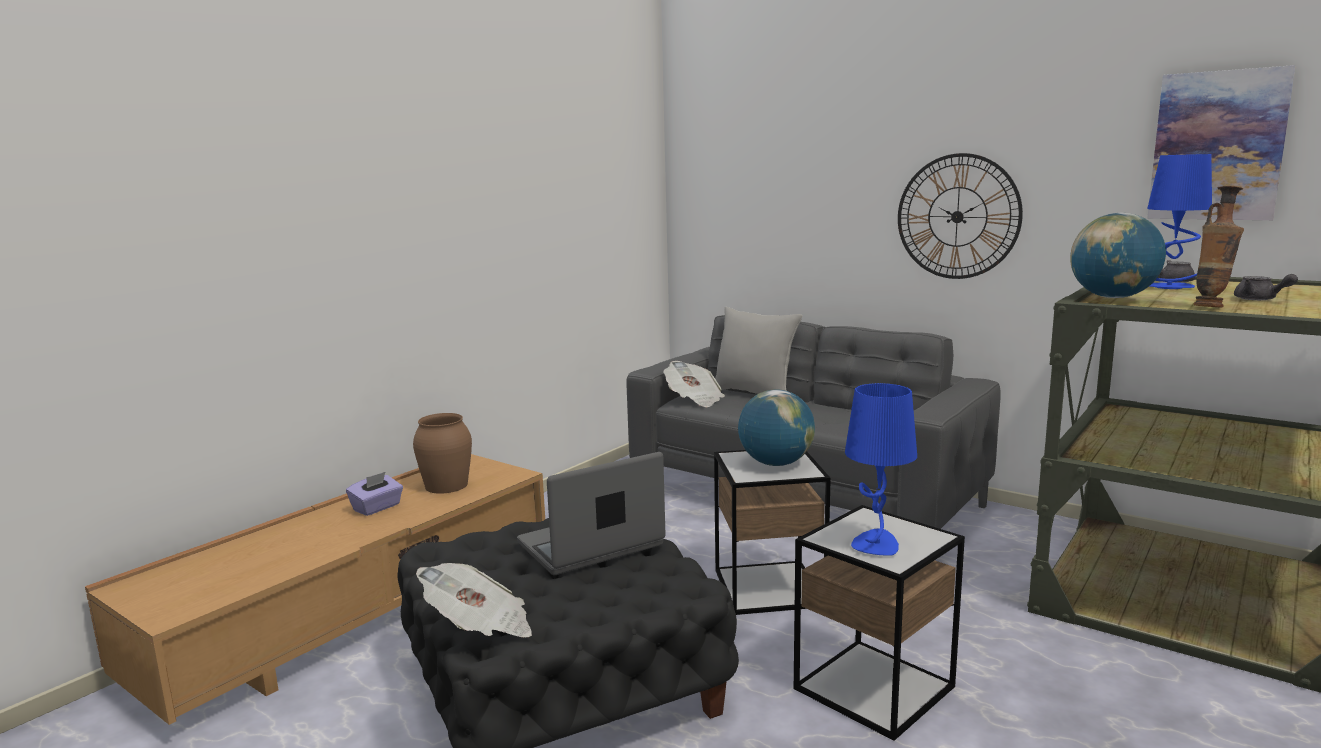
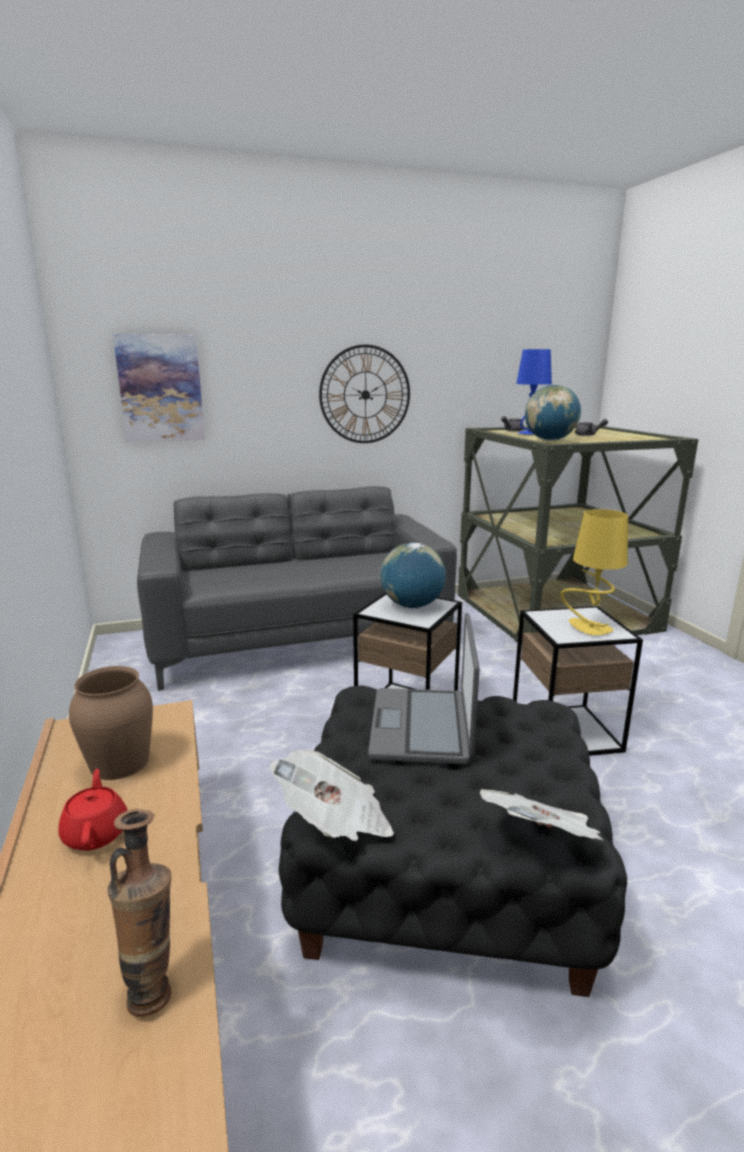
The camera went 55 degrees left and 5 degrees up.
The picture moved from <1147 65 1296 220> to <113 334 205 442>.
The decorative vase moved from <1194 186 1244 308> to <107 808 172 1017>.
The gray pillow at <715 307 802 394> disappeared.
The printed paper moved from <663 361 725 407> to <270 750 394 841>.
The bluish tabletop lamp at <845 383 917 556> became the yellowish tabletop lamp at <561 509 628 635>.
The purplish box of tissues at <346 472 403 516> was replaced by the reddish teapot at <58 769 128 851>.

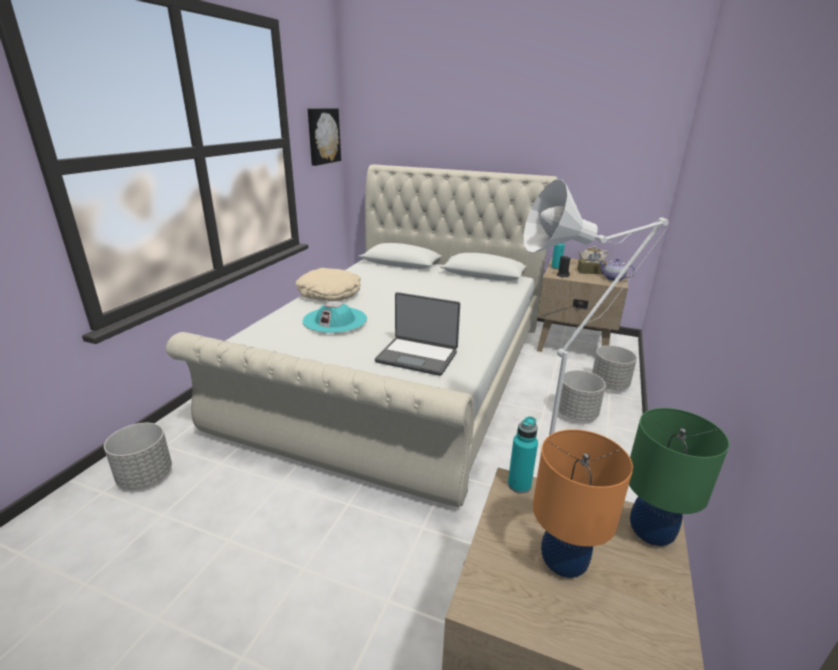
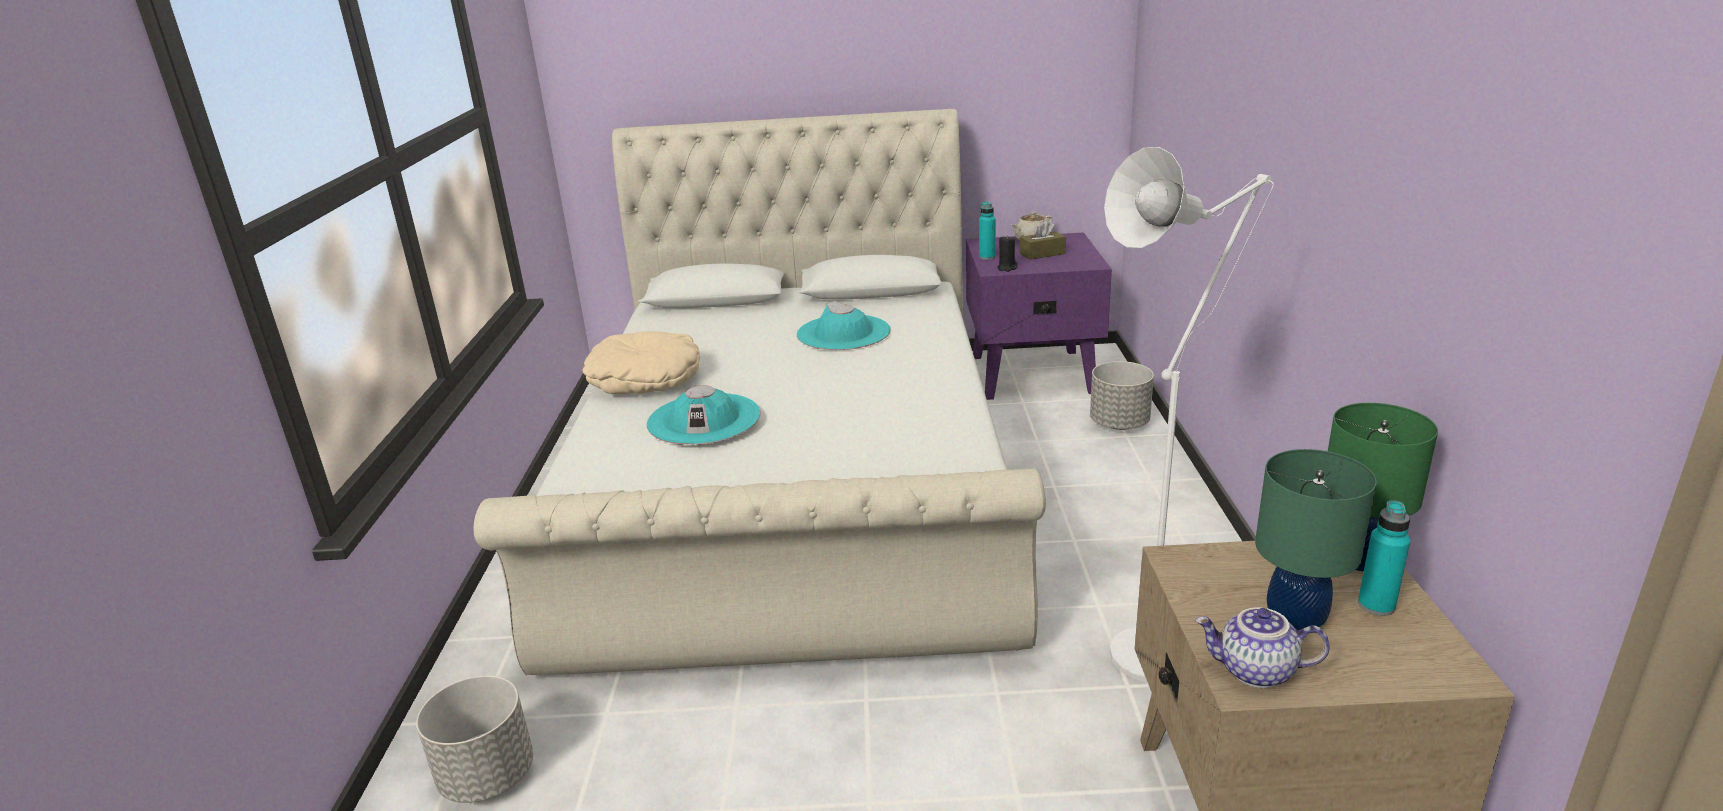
The camera went 20 degrees left and 0 degrees up.
The picture at <308 108 341 166> disappeared.
The beige bedside table at <537 257 628 352> became the purplish bedside table at <966 232 1112 400>.
The teapot moved from <599 258 635 281> to <1195 607 1330 688>.
The laptop at <375 292 460 376> disappeared.
The gray flower pot at <558 370 606 421> disappeared.
The turquoise-coloured bottle moved from <508 416 538 494> to <1358 500 1410 616>.
The orange tabletop lamp at <533 429 633 578> became the greenish tabletop lamp at <1255 449 1377 630>.
The turquoise-coloured clothing hat at <797 301 891 350> appeared.

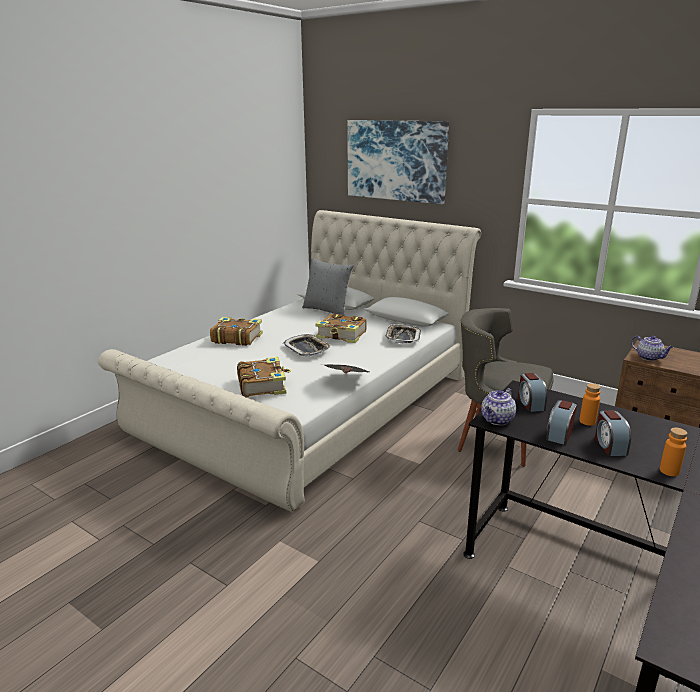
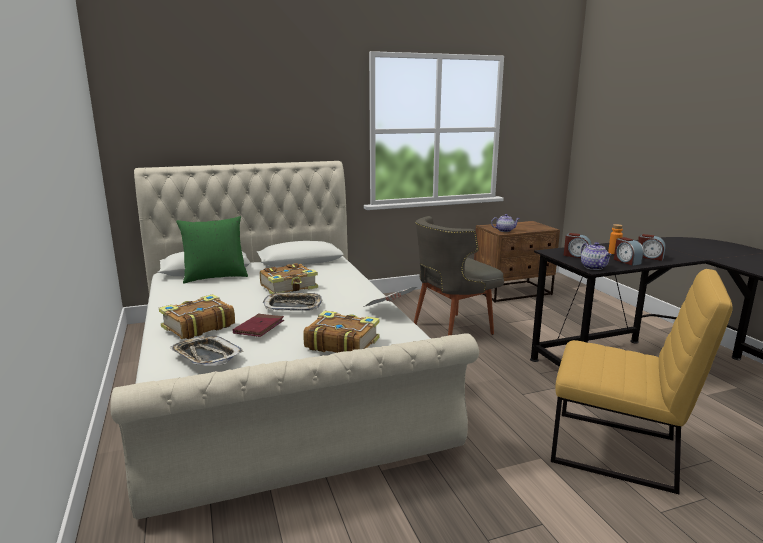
The camera went 55 degrees left and 5 degrees down.
The picture at <347 120 449 204> disappeared.
The gray pillow at <302 258 354 316> became the greenish pillow at <176 216 248 284>.
The serving tray moved from <385 325 421 343> to <169 335 243 366>.
The orange bottle at <660 427 687 476> disappeared.
The yellowish chair at <551 269 733 494> appeared.
The reddish bound book at <232 314 284 337> appeared.

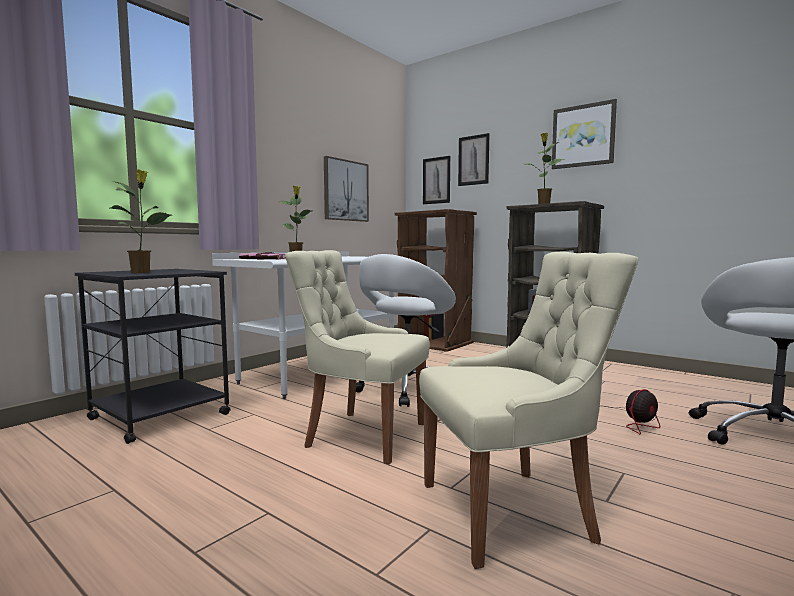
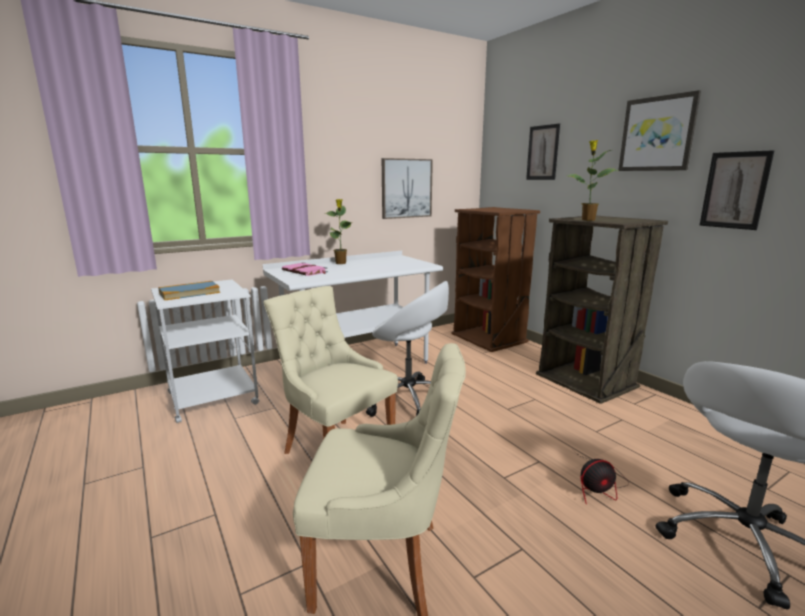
The camera went 20 degrees right and 10 degrees up.
The picture moved from <423 156 450 204> to <699 150 774 230>.
The potted plant at <110 169 171 273> was replaced by the bound book at <158 281 220 300>.
The whitish desk chair at <356 254 456 407> turned 120 degrees counterclockwise.
The blackish wheeled cart at <75 269 231 444> became the whitish wheeled cart at <151 279 260 423>.

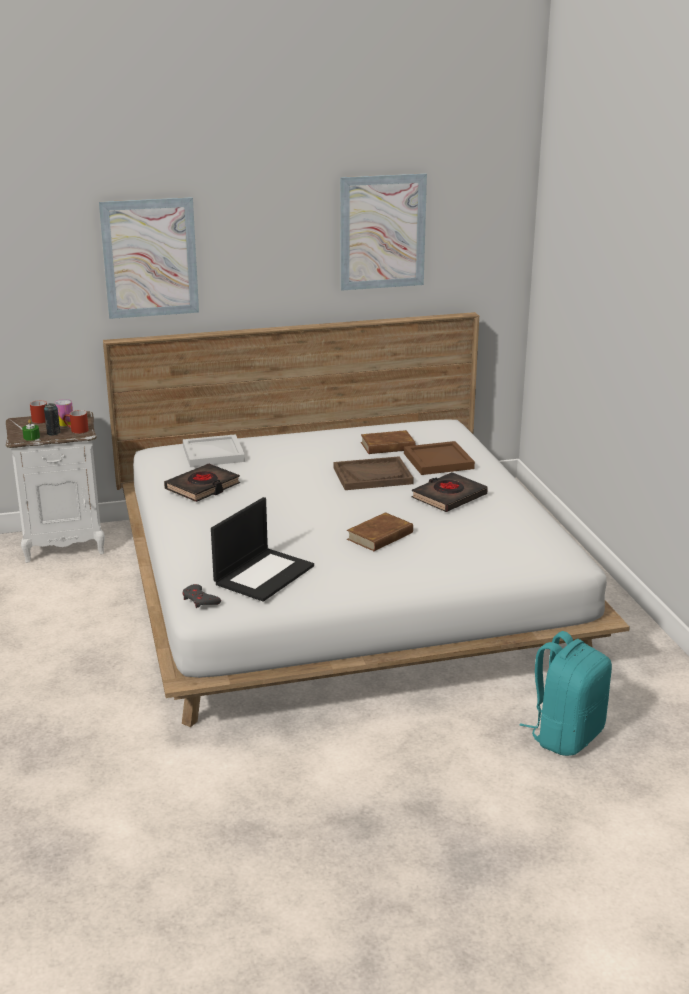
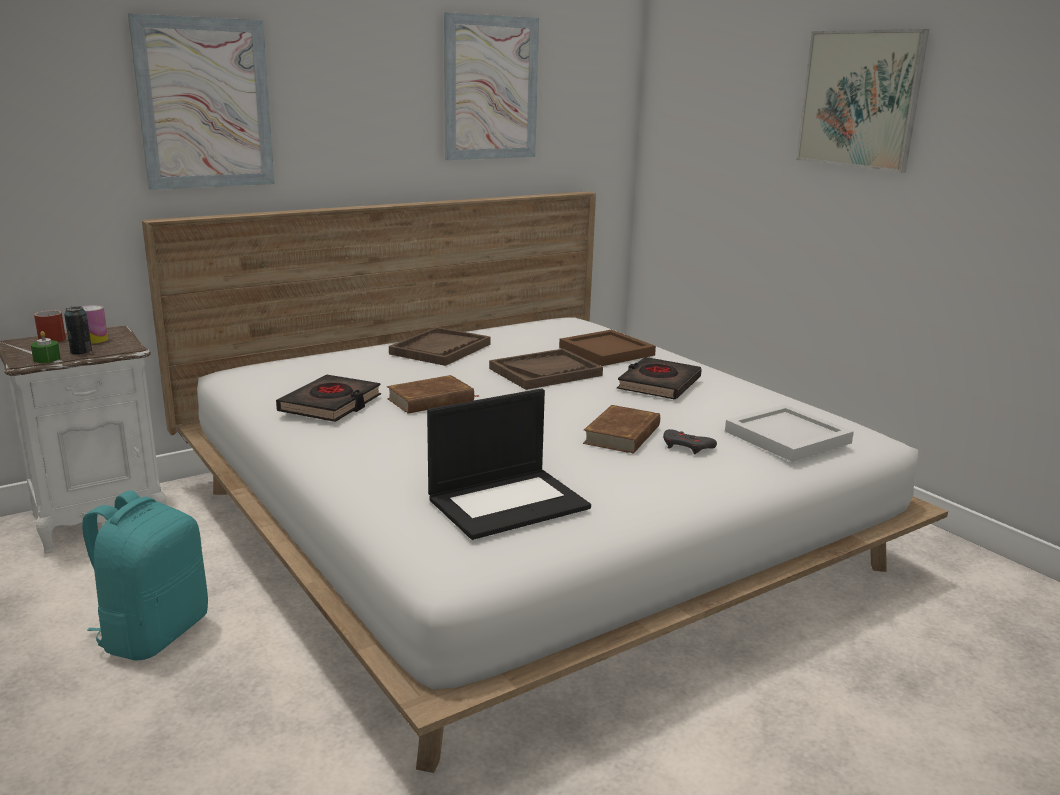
The camera went 20 degrees left and 5 degrees down.
The reddish mug at <63 410 89 434> disappeared.
The brown-coloured bound book moved from <361 430 415 454> to <387 375 479 414>.
The whitish serving tray moved from <183 434 245 467> to <725 405 854 462>.
The laptop at <211 497 314 602> turned 45 degrees clockwise.
The gray joypad moved from <182 584 221 608> to <663 429 717 455>.
The turquoise-coloured rucksack moved from <519 631 612 756> to <82 490 208 660>.
The picture at <796 29 929 173> appeared.
The brown-coloured serving tray at <389 327 491 366> appeared.

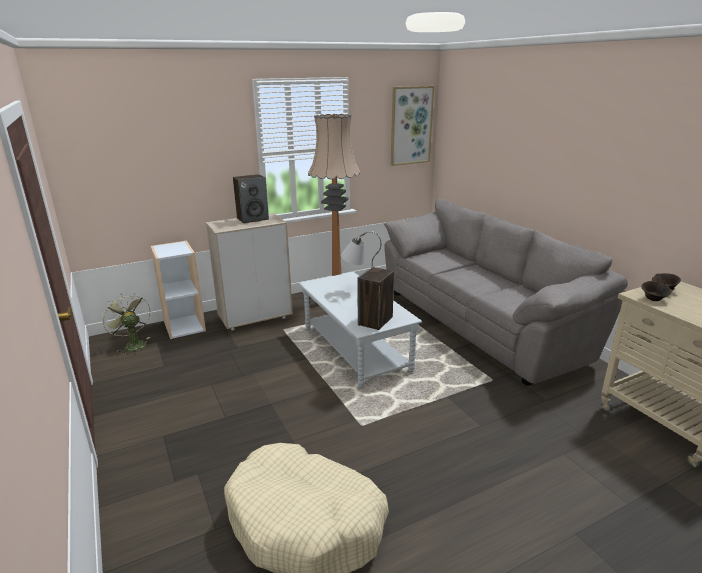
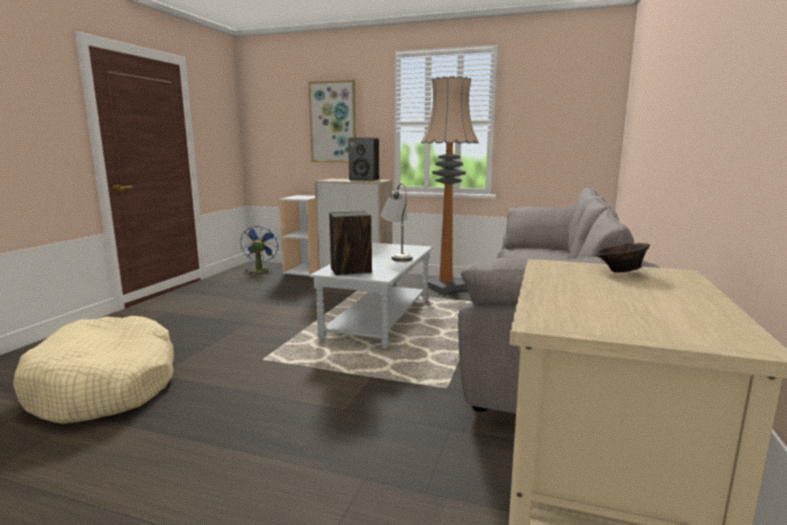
The camera went 45 degrees right and 10 degrees down.
The picture moved from <391 86 434 166> to <308 80 356 162>.
The brown-coloured bowl at <641 281 673 301> disappeared.
The greenish cooling fan at <102 293 151 355> became the bluish cooling fan at <240 225 279 274>.

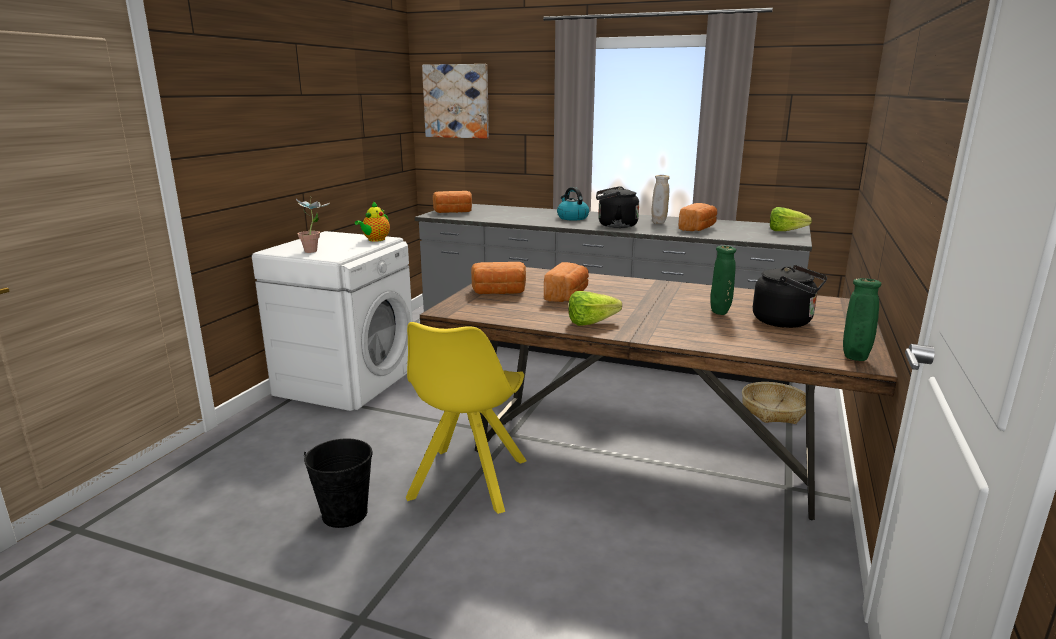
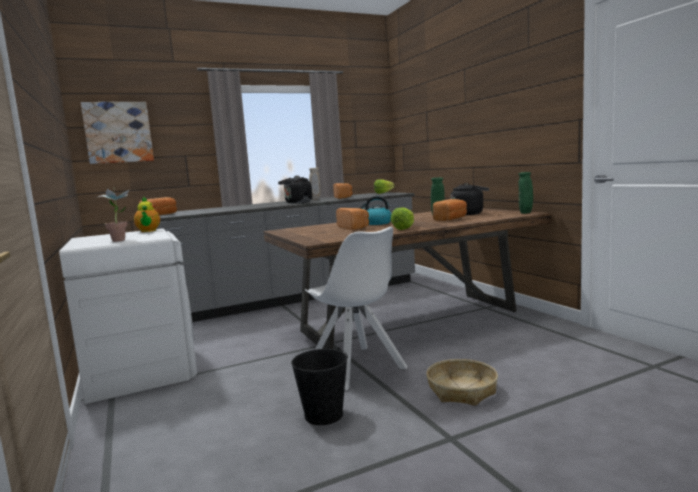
The camera went 45 degrees left and 10 degrees down.
The water kettle moved from <557 187 589 221> to <359 196 392 225>.
The bread moved from <471 262 526 294> to <433 199 467 221>.
The yellowish chair at <406 322 526 514> became the whitish chair at <305 227 408 390>.
The storage basket moved from <742 382 806 424> to <426 359 498 406>.

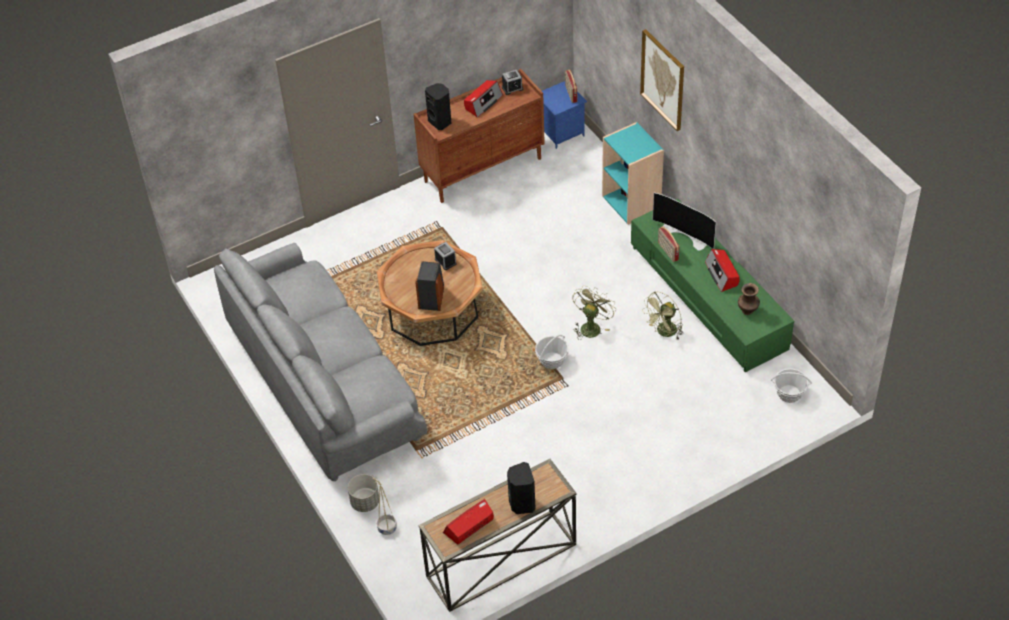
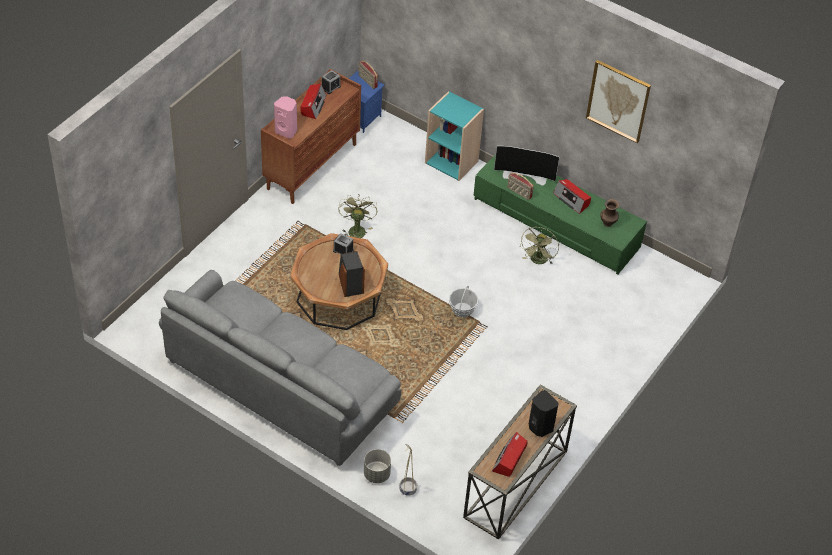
The camera went 30 degrees left and 0 degrees up.
The picture moved from <640 29 684 131> to <586 60 651 143>.
The blackish loudspeaker at <425 83 451 130> became the pink-coloured loudspeaker at <274 96 297 139>.
The greenish cooling fan moved from <573 285 616 340> to <338 194 377 238>.
The storage basket at <771 368 812 403> disappeared.

